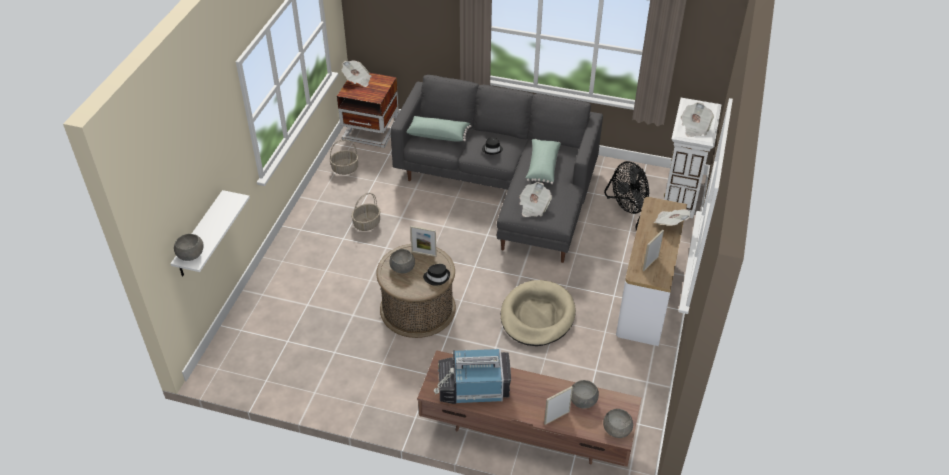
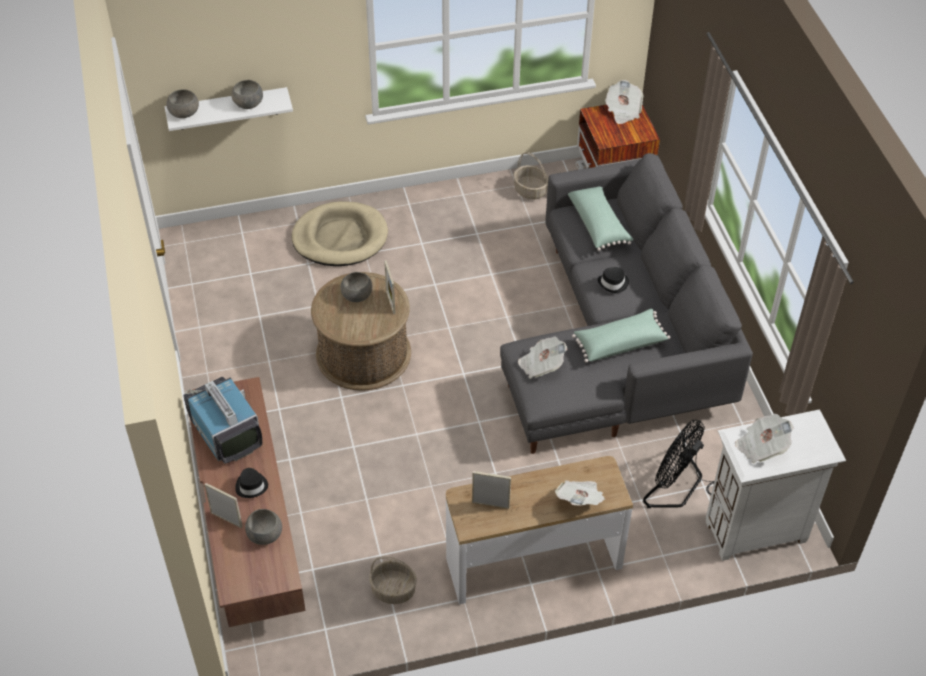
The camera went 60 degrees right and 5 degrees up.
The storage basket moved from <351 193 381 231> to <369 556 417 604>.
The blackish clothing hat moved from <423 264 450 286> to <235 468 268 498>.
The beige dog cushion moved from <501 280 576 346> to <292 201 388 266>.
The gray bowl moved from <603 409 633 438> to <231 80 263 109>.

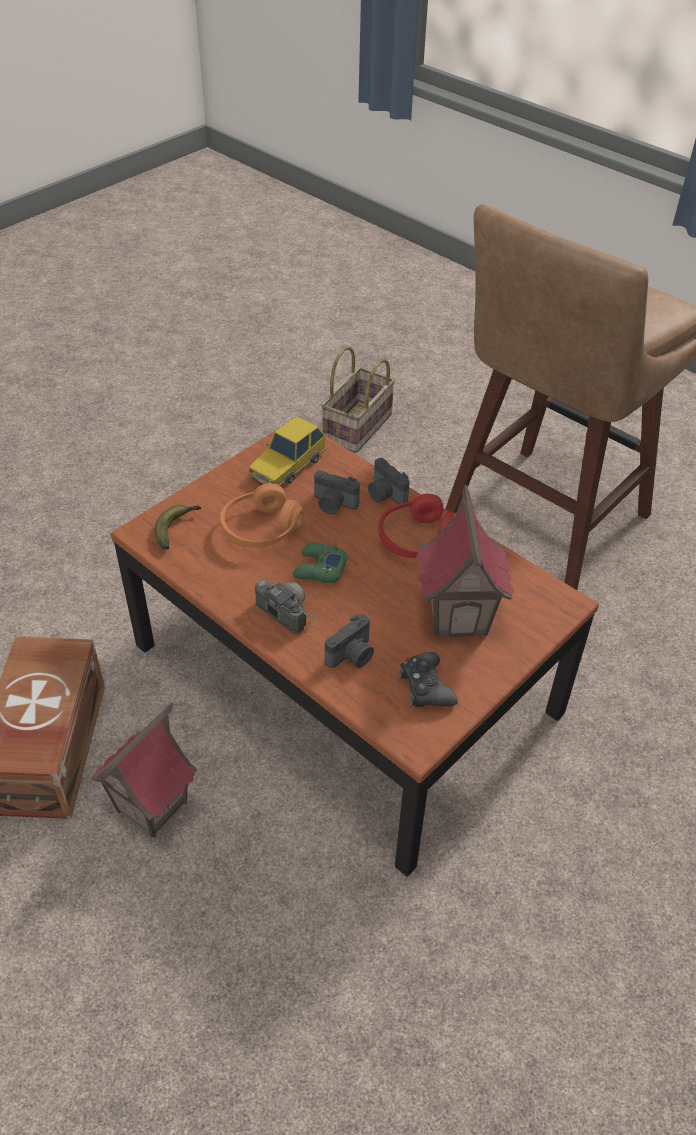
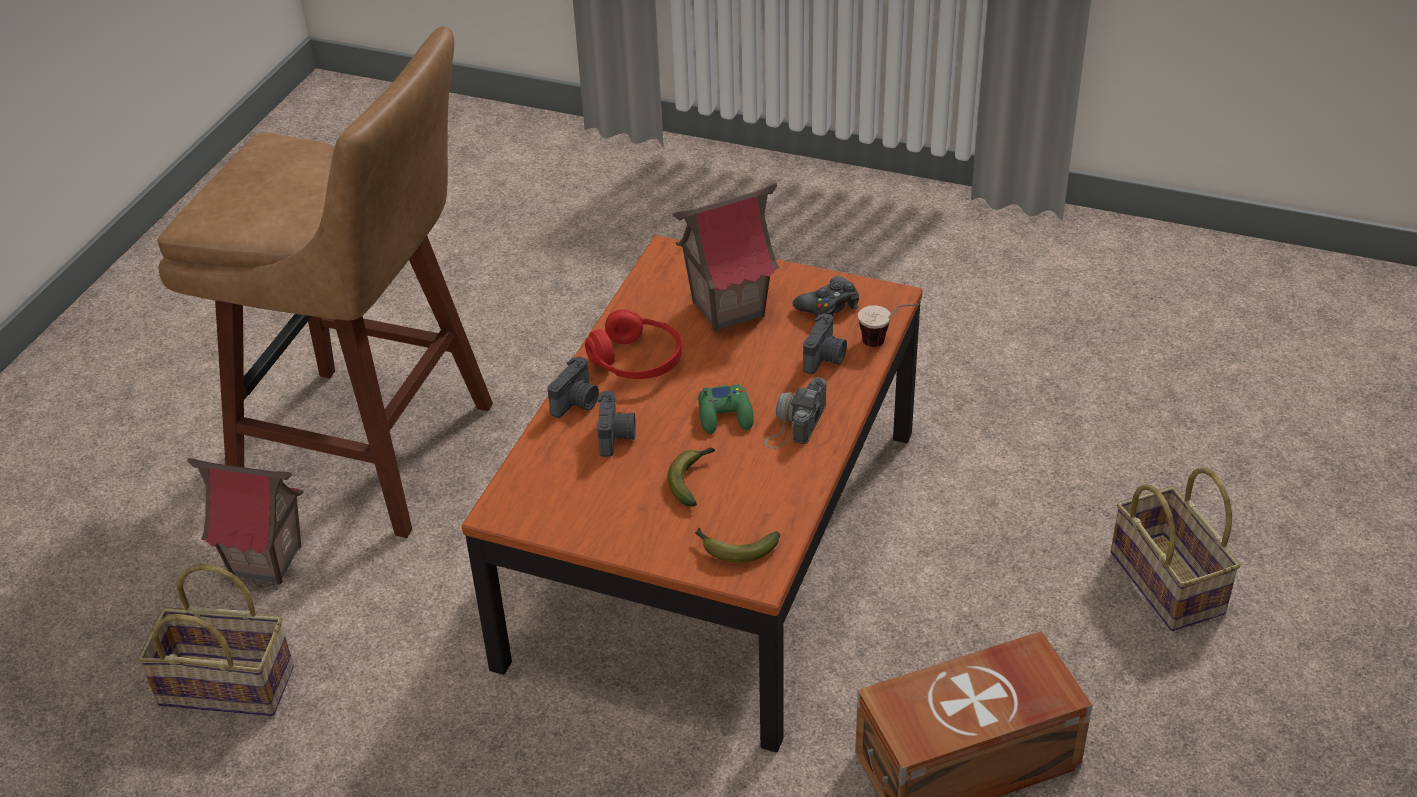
The camera went 110 degrees left and 5 degrees down.
The toy car at <248 416 326 486> disappeared.
The orange headphones at <220 483 304 548> was replaced by the whole banana at <668 448 715 507>.
The photo camera at <325 614 374 668> turned 90 degrees clockwise.
The toy house moved from <91 702 197 838> to <187 458 304 584>.
The drinking cup at <858 303 919 347> appeared.
The storage basket at <1111 467 1240 631> appeared.

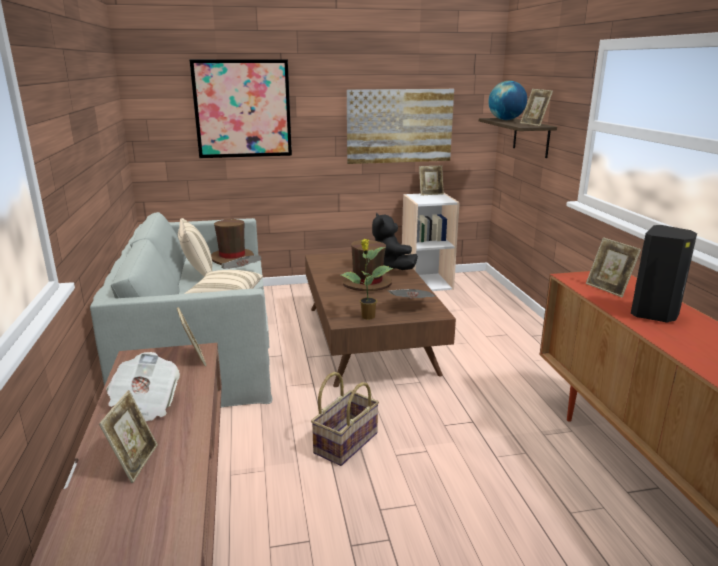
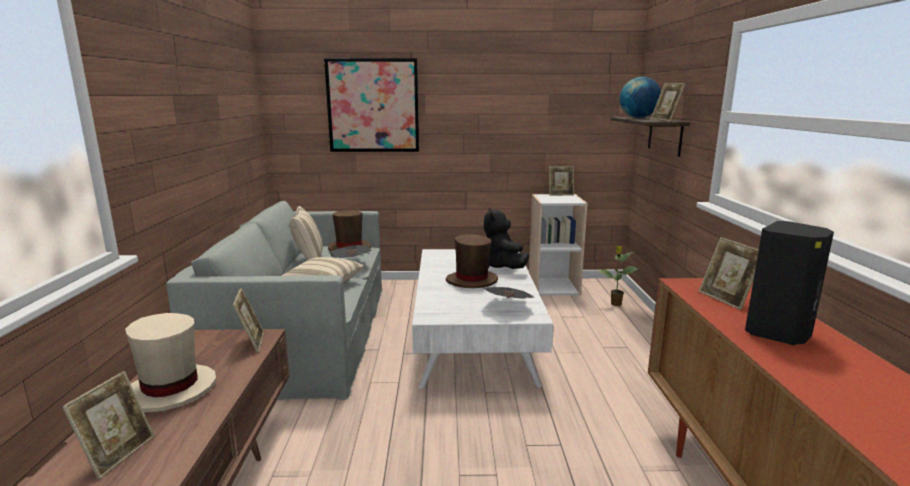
The camera went 10 degrees right and 5 degrees down.
The picture at <347 89 454 164> disappeared.
The potted plant moved from <341 239 393 320> to <598 246 638 306>.
The brown-coloured lounge table at <305 252 456 387> became the whitish lounge table at <412 249 554 389>.
The printed paper at <106 352 180 421> was replaced by the beige clothing hat at <125 313 216 413>.
The storage basket at <311 372 379 466> disappeared.

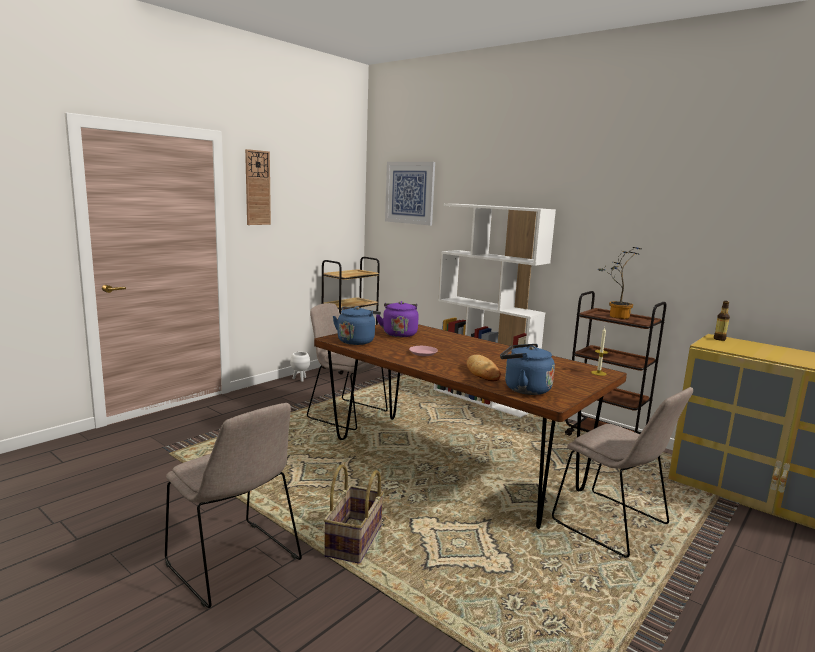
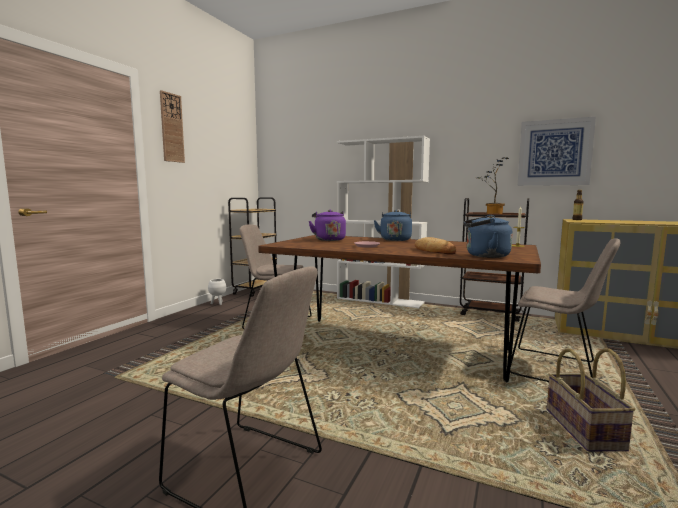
The camera went 15 degrees left and 5 degrees down.
The picture moved from <385 162 435 225> to <518 117 596 186>.
The bluish water kettle moved from <333 306 381 345> to <374 210 412 241>.
The storage basket moved from <323 464 384 564> to <547 348 636 451>.

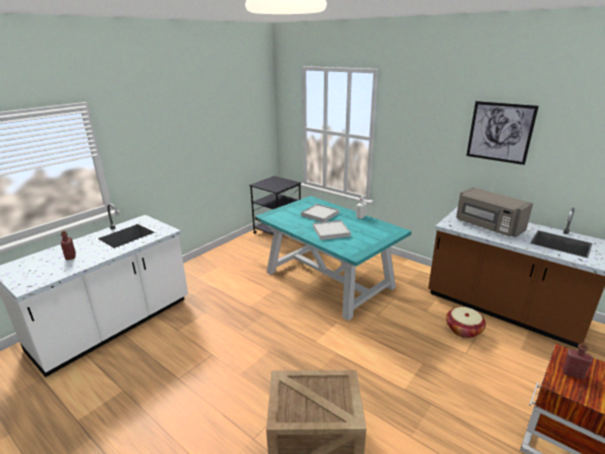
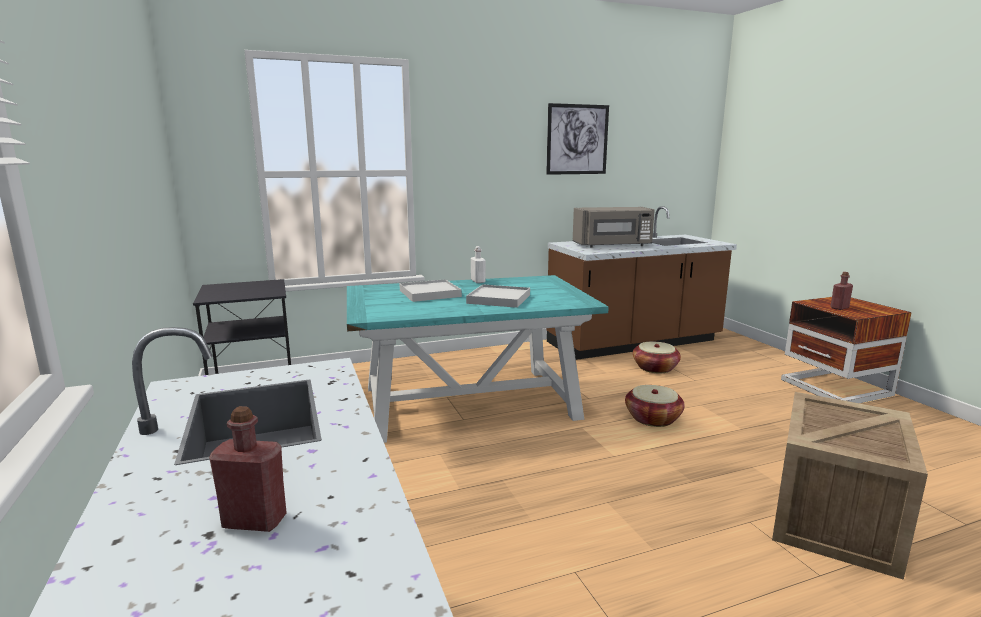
The camera went 60 degrees left and 10 degrees down.
The storage basket at <625 385 685 427> appeared.

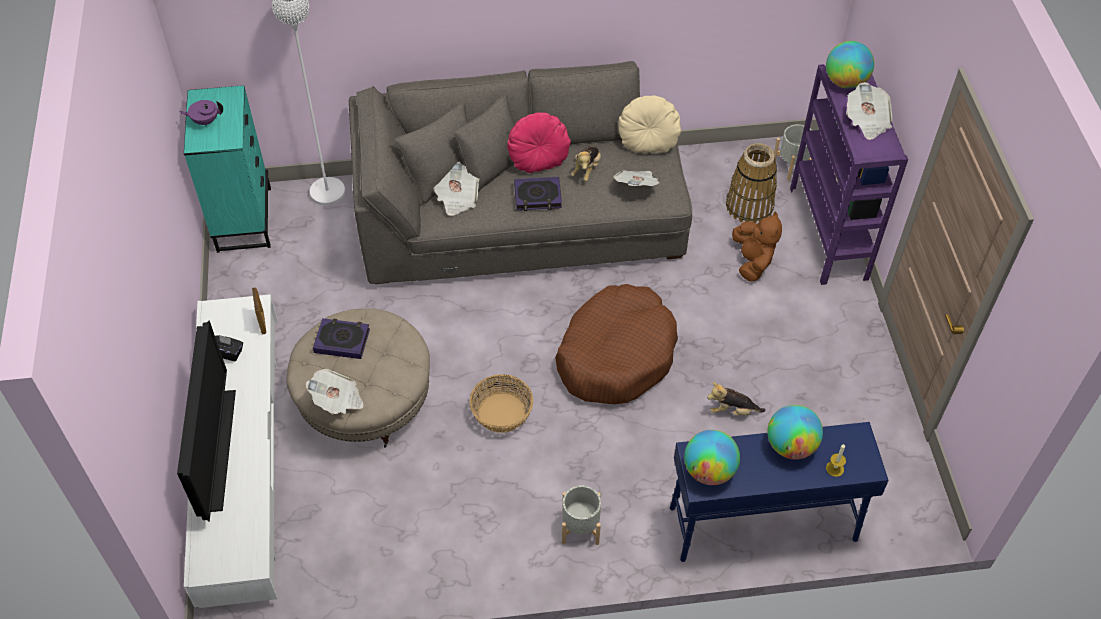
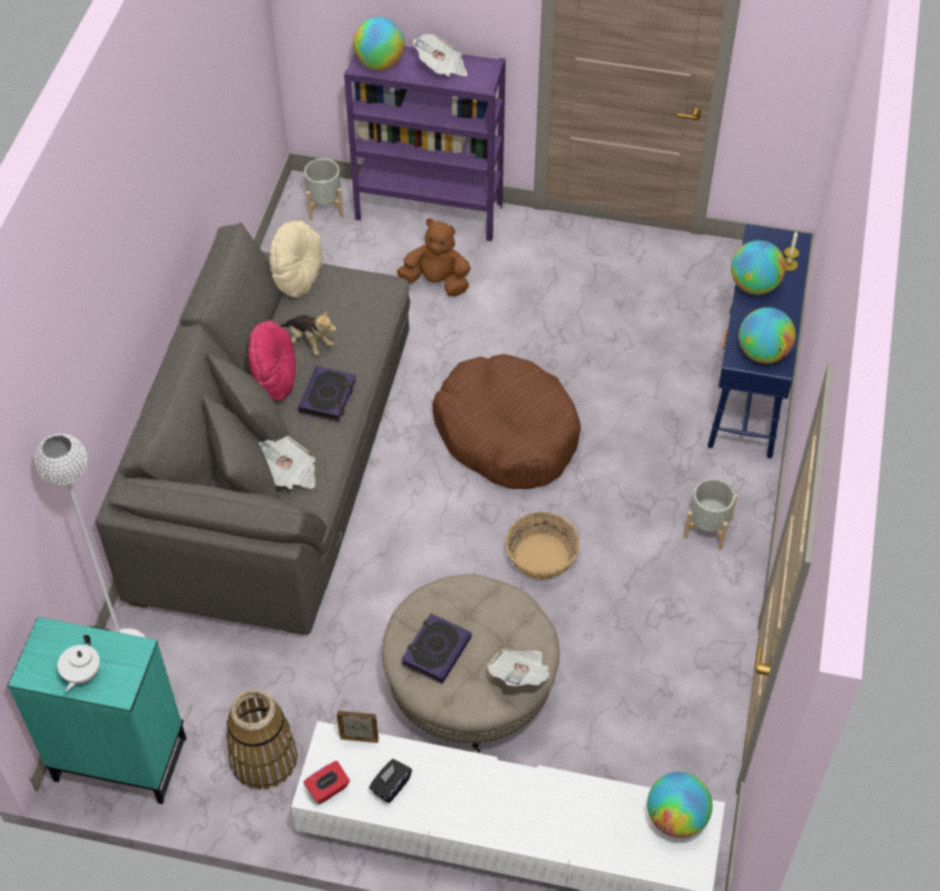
The camera went 70 degrees left and 0 degrees up.
The purplish teapot at <180 100 223 126> became the whitish teapot at <57 635 100 691>.
The storage basket moved from <726 143 777 223> to <226 689 298 790>.
The printed paper at <614 170 660 186> disappeared.
The TV set at <177 320 236 522> disappeared.
The soft toy at <707 382 765 415> disappeared.
The reddish box of tissues at <303 761 350 804> appeared.
The desk globe at <647 772 713 838> appeared.

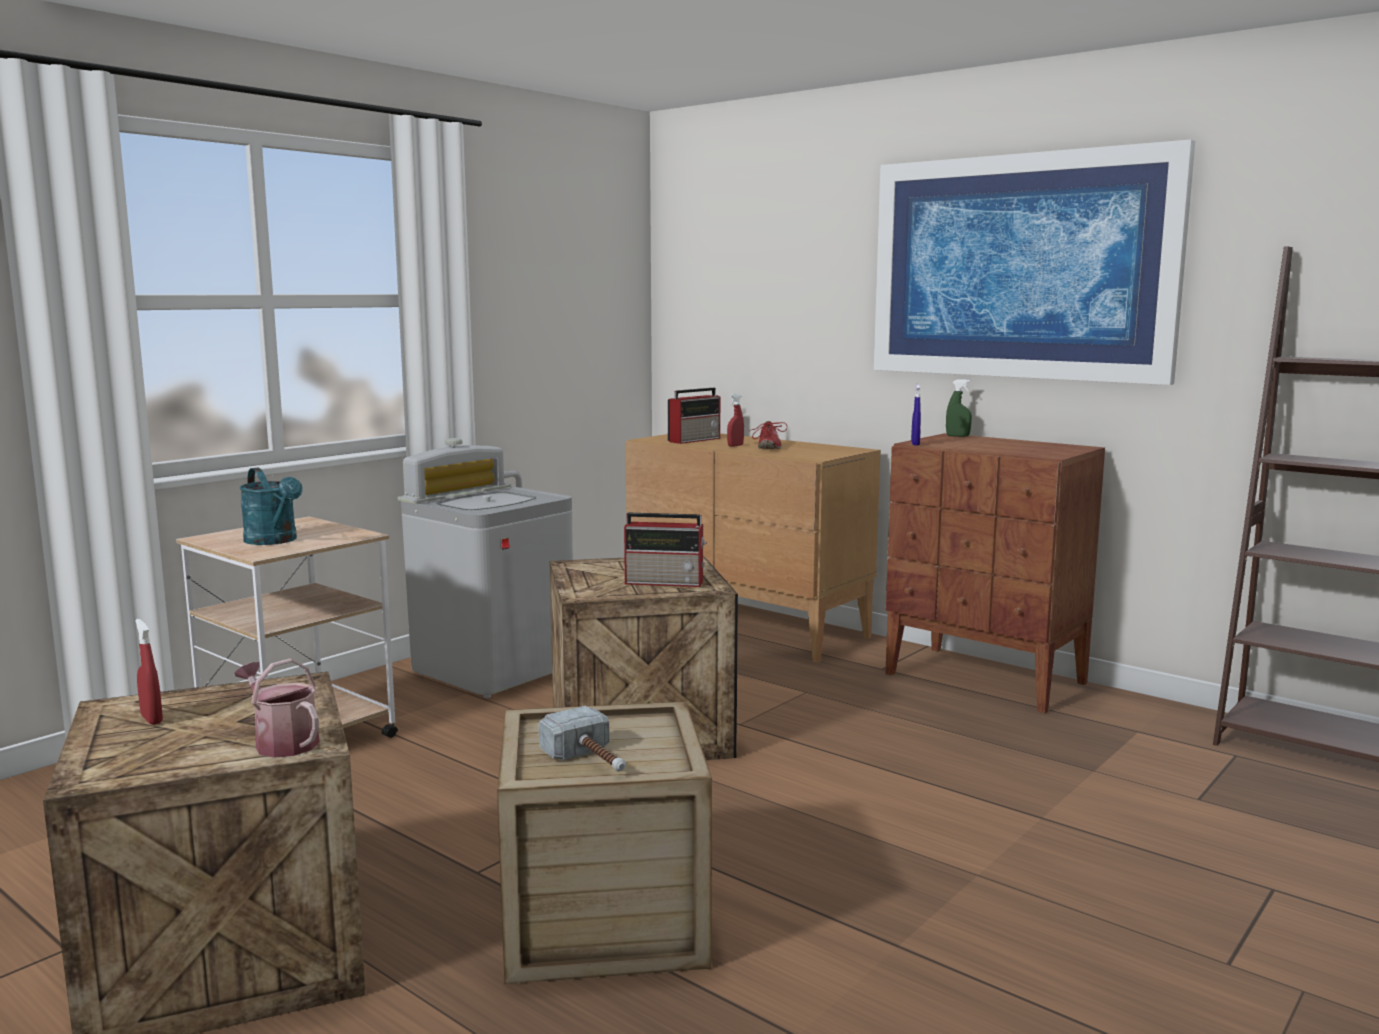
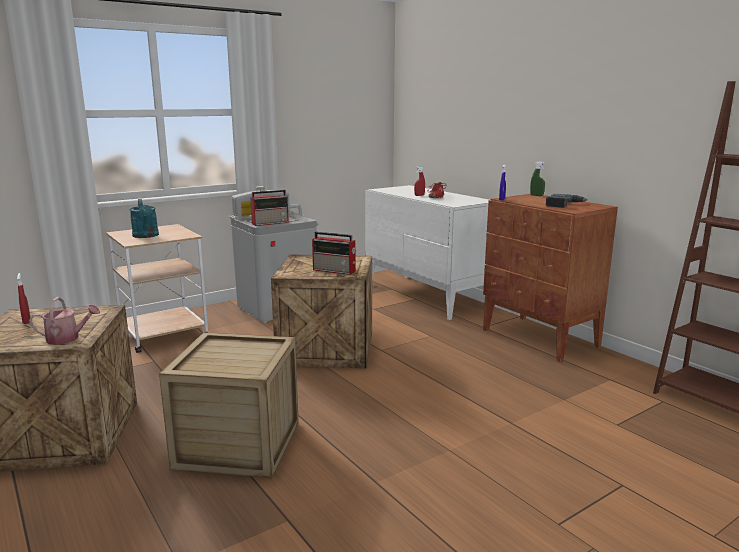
The camera went 15 degrees right and 5 degrees up.
The picture at <874 140 1195 385> disappeared.
The radio set moved from <668 388 720 444> to <250 190 289 226>.
The brown-coloured storage cabinet at <625 433 881 663> became the whitish storage cabinet at <365 185 489 320>.
The sprinkling can at <234 659 320 758> turned 120 degrees clockwise.
The tool hammer at <539 706 626 772> disappeared.
The drill at <546 194 588 208> appeared.

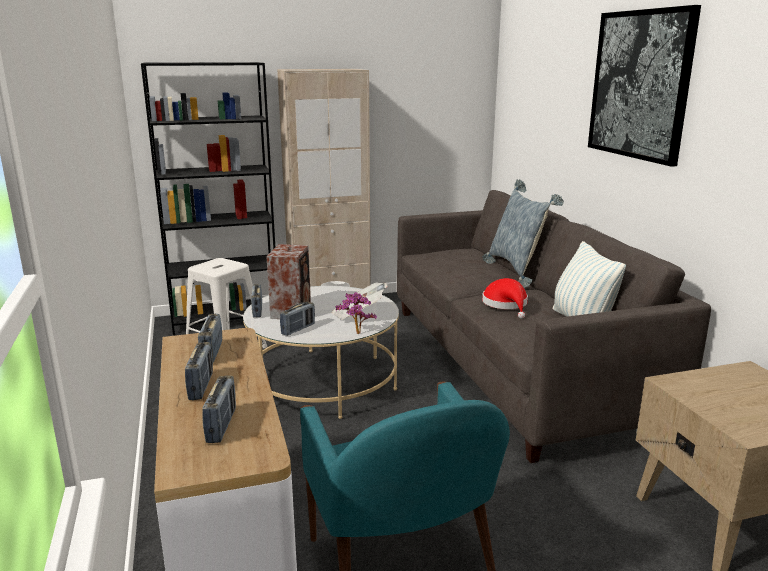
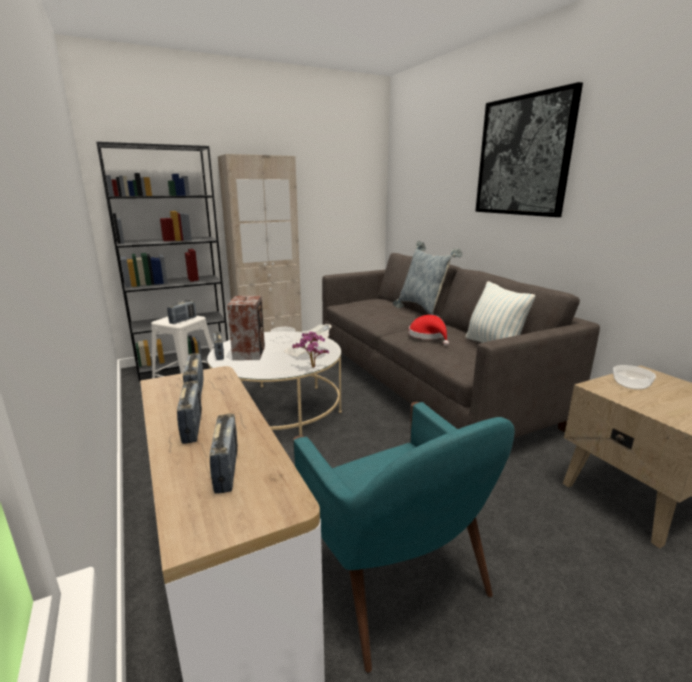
The camera went 10 degrees left and 0 degrees up.
The radio set moved from <280 302 315 336> to <167 300 196 324>.
The bowl at <613 365 656 390> appeared.

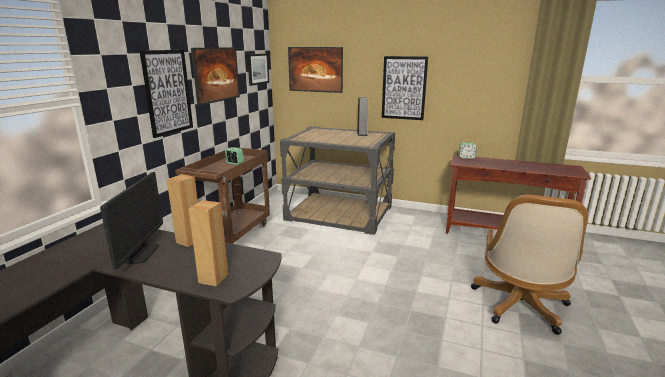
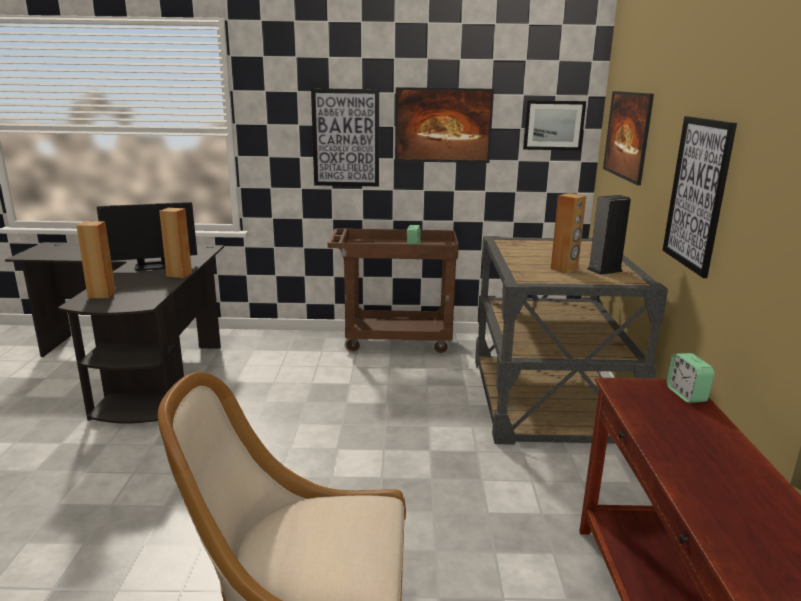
The camera went 70 degrees right and 0 degrees up.
The brown-coloured loudspeaker at <551 193 586 273> appeared.

